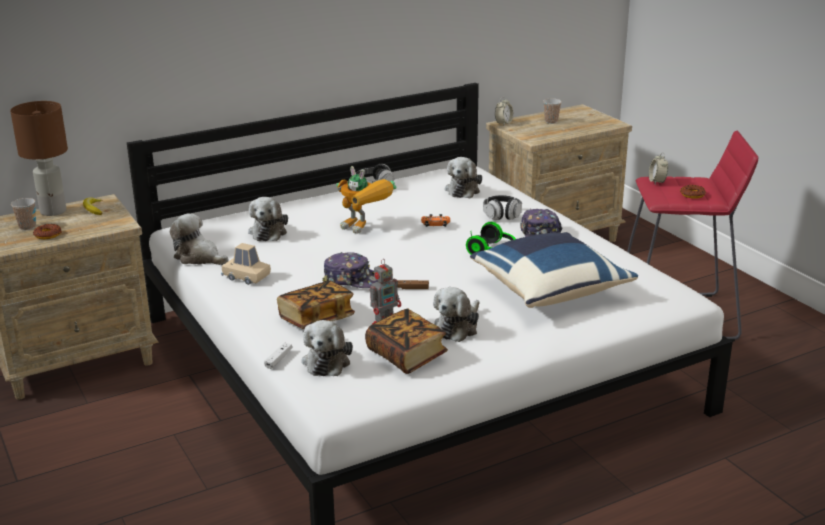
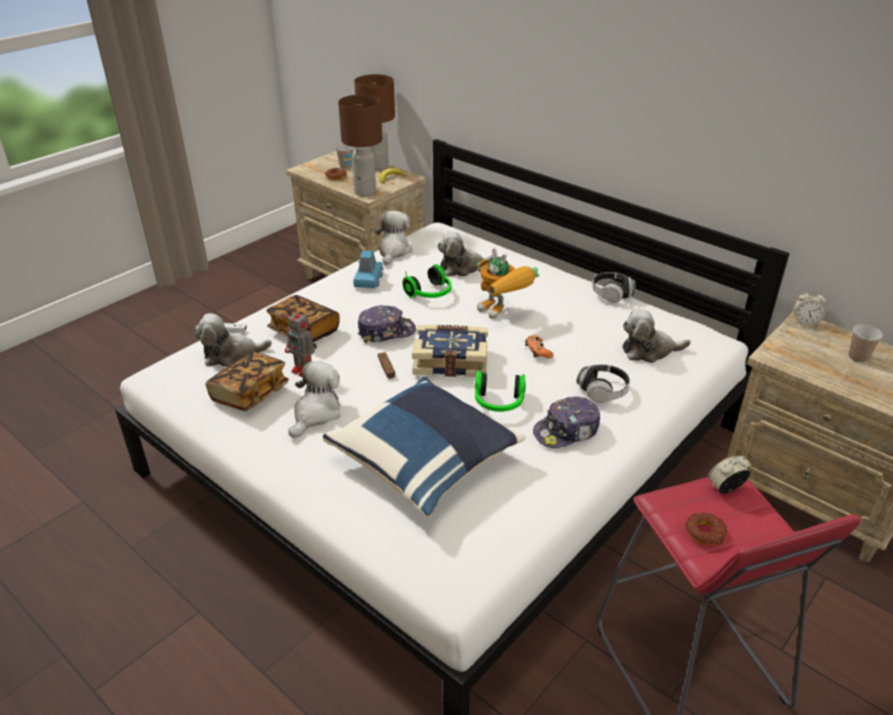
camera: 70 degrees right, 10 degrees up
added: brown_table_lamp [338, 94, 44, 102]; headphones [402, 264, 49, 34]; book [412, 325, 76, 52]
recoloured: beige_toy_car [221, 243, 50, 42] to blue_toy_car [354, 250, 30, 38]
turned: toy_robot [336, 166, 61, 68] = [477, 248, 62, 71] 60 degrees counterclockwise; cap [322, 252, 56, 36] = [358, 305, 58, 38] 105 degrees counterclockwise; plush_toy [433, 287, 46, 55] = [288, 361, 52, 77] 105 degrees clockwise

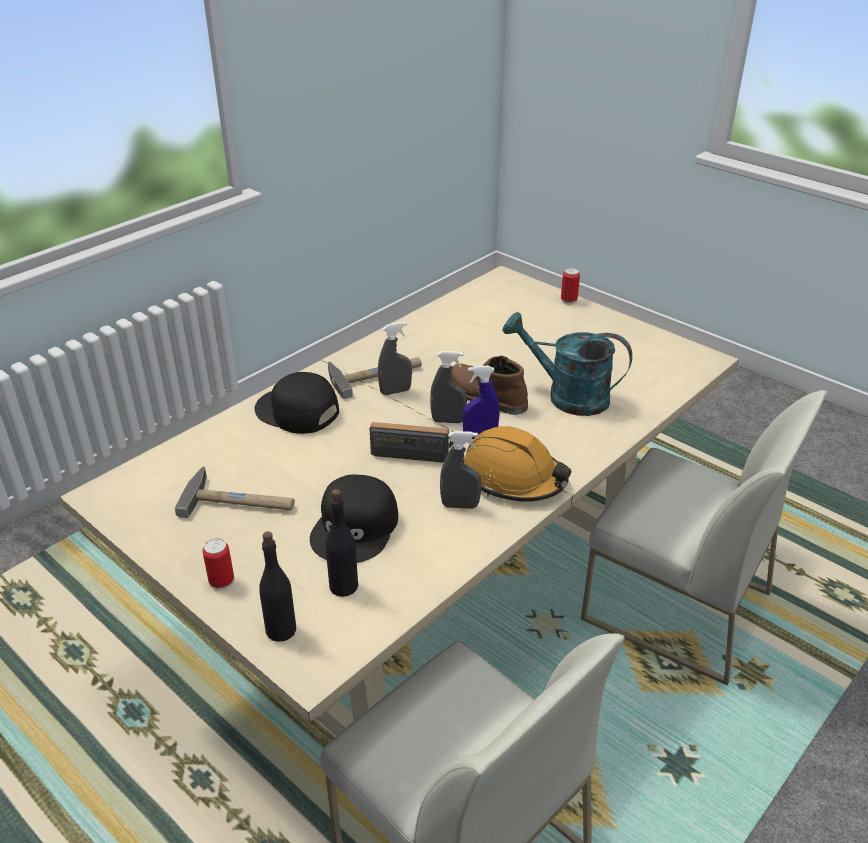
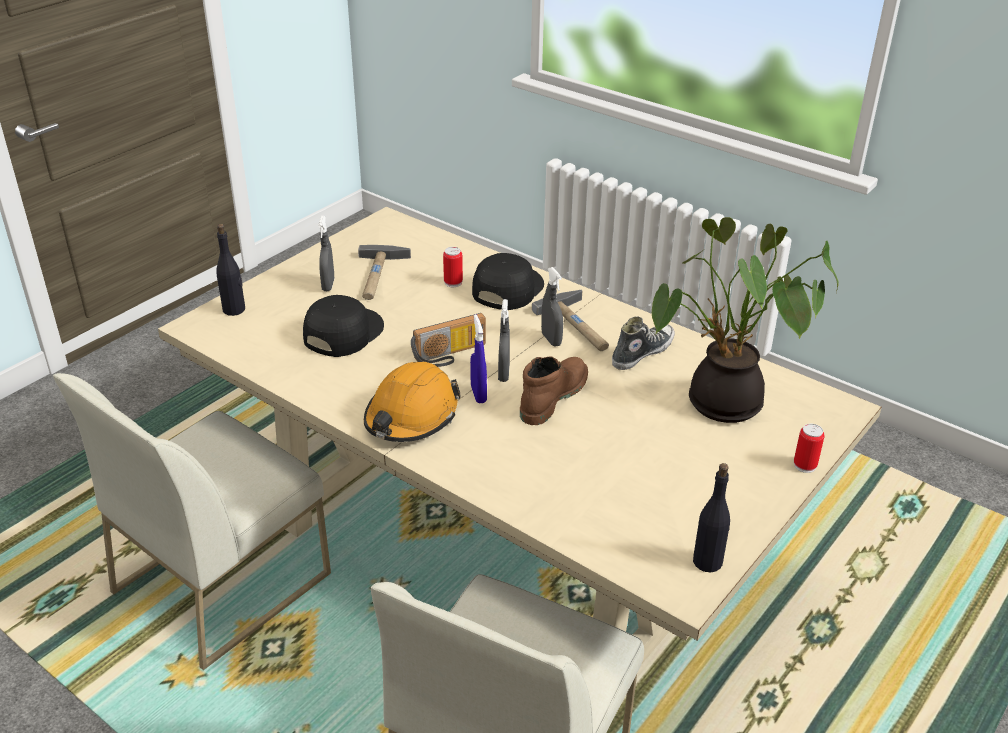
camera: 85 degrees right, 0 degrees up
removed: turquoise_watering_can [502, 312, 130, 104]
added: potted_plant [652, 217, 187, 206]; shoe [612, 316, 63, 54]
moved: grey_spray_bottle [440, 431, 42, 78] to [318, 216, 16, 75]; black_bottle [326, 489, 32, 108] to [693, 463, 37, 109]; can [203, 538, 31, 52] to [443, 247, 20, 40]
turned: radio [370, 422, 84, 41] = [411, 313, 75, 54] 60 degrees clockwise; black_cap [310, 474, 88, 89] = [303, 295, 81, 62] 105 degrees clockwise

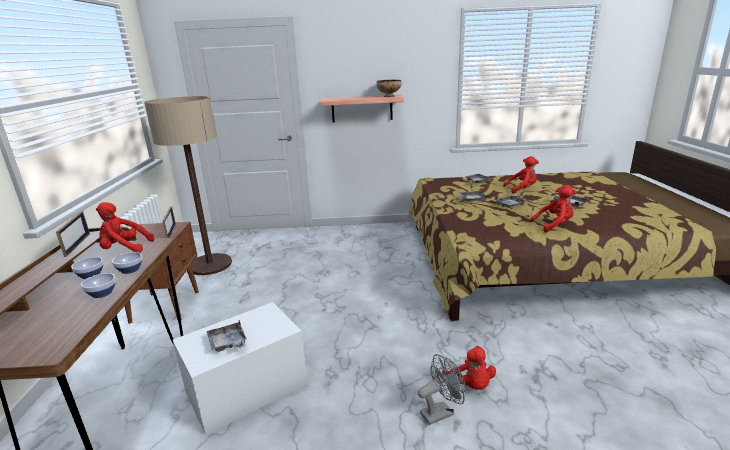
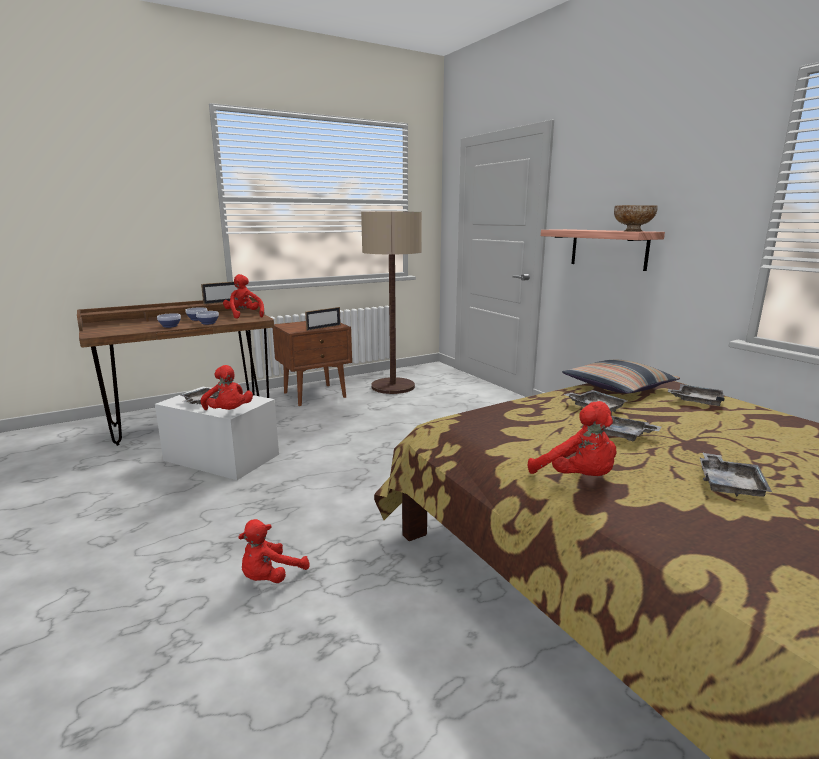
camera: 60 degrees right, 5 degrees down
removed: grey_fan [417, 354, 49, 71]
added: pillow [562, 360, 118, 34]
moved: red_plush_toy [503, 156, 36, 38] to [200, 365, 53, 45]

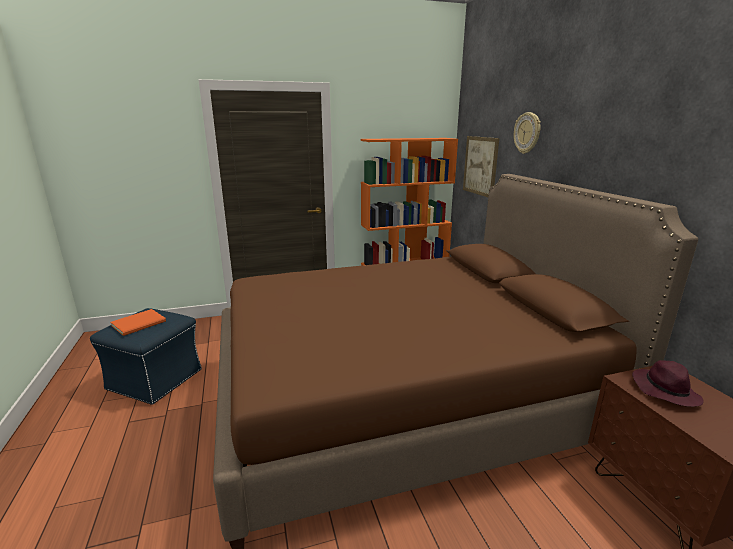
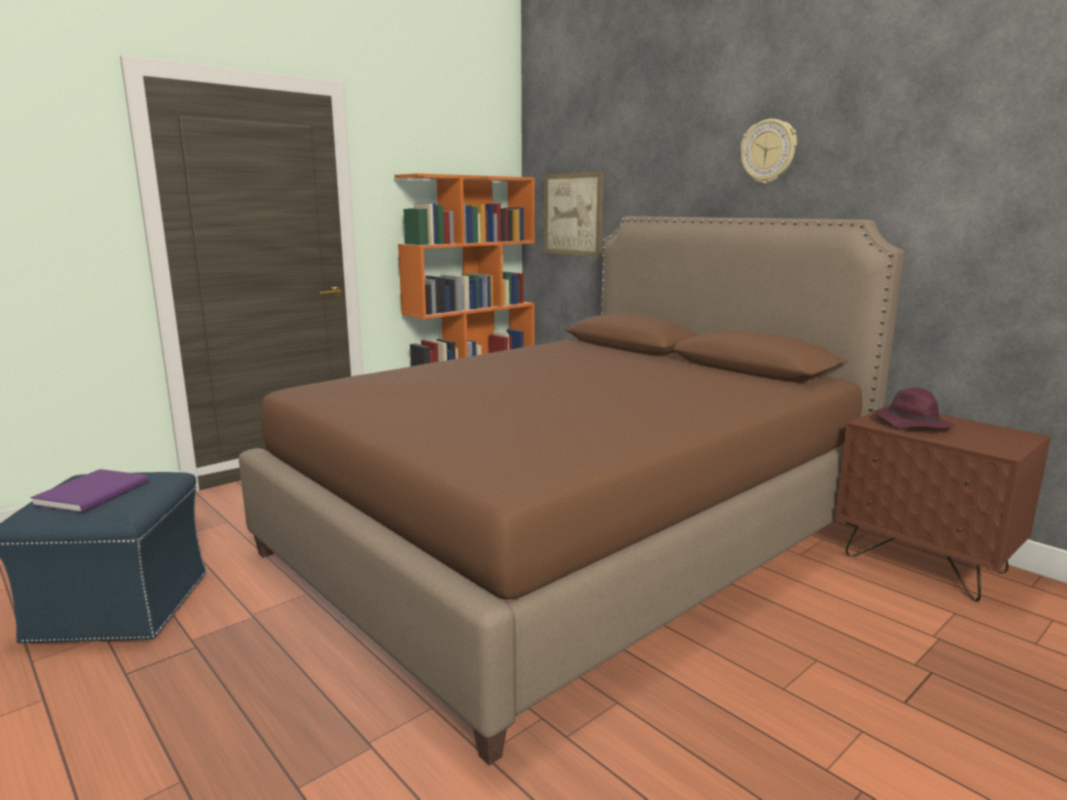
camera: 25 degrees left, 5 degrees down
moved: wall_clock [514, 112, 27, 42] to [740, 119, 57, 65]
recoloured: orange_book [110, 309, 56, 27] to purple_book [30, 469, 118, 44]

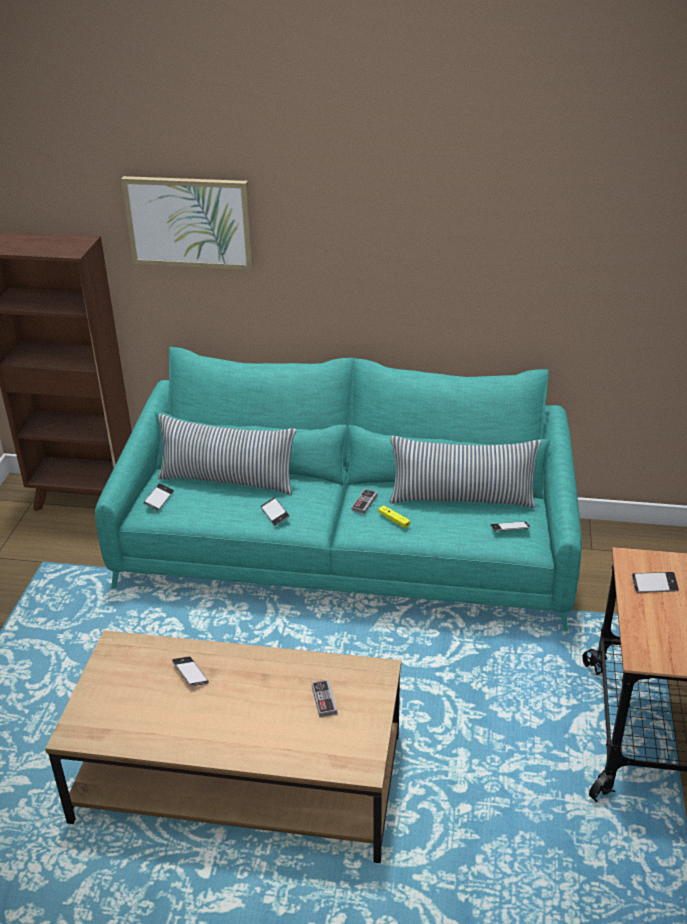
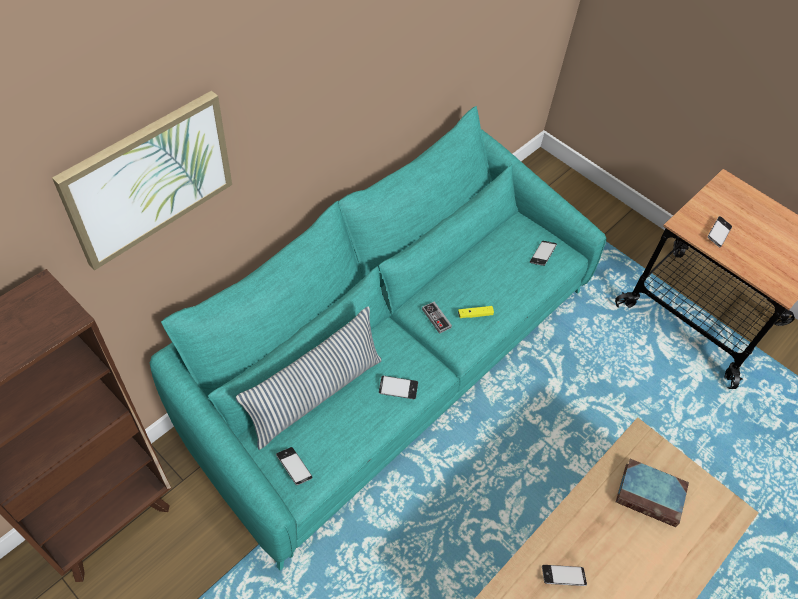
camera: 60 degrees left, 20 degrees up
removed: pillow [390, 436, 151, 72]
replaced: game_controller [312, 680, 25, 37] to book [616, 459, 73, 68]

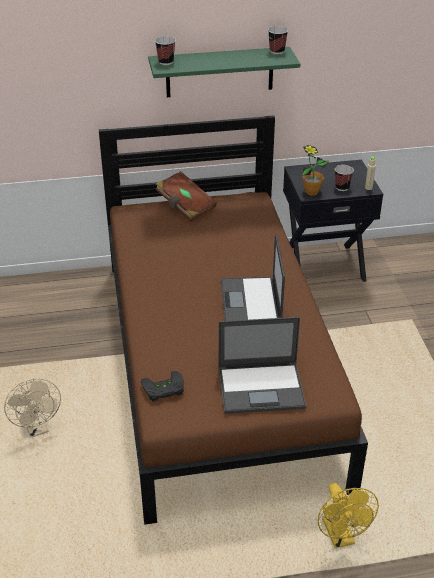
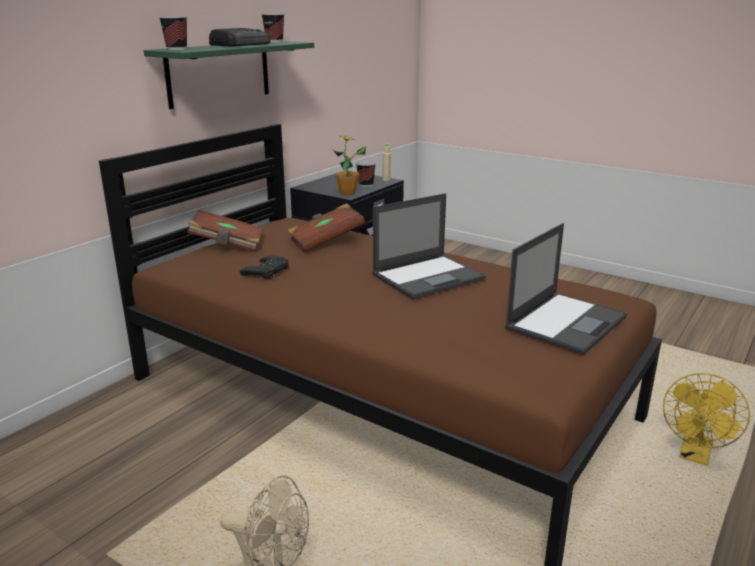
camera: 45 degrees left, 15 degrees down
added: radio [209, 28, 61, 18]; brown_book [287, 203, 78, 49]
moved: black_game_controller [141, 371, 43, 31] to [240, 256, 49, 23]
turned: laptop [221, 233, 64, 88] = [372, 193, 114, 106] 75 degrees counterclockwise; yellow_fan [318, 483, 61, 65] = [663, 373, 87, 93] 90 degrees clockwise

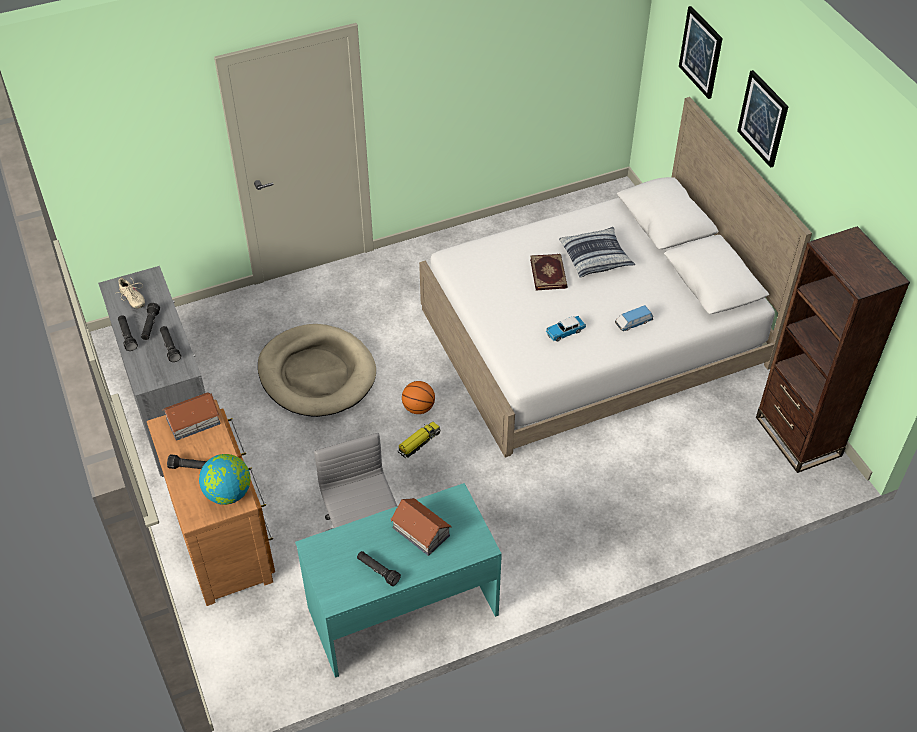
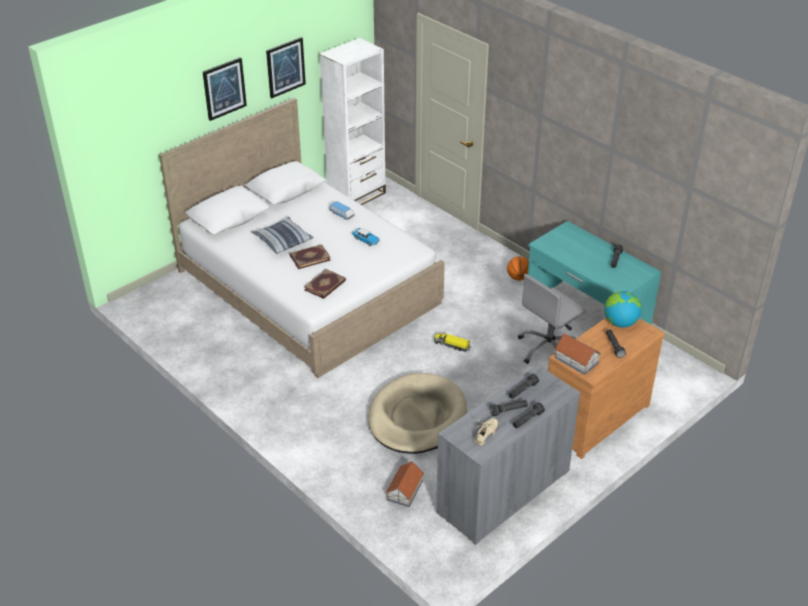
camera: 110 degrees left, 10 degrees down
added: book [304, 269, 42, 30]
moved: picture [679, 6, 44, 93] to [266, 37, 40, 61]; basketball [402, 381, 33, 33] to [507, 256, 22, 25]; toy_house [390, 498, 61, 58] to [386, 461, 38, 46]
recoloured: brown_bookcase [756, 226, 154, 247] to white_bookcase [320, 38, 66, 167]

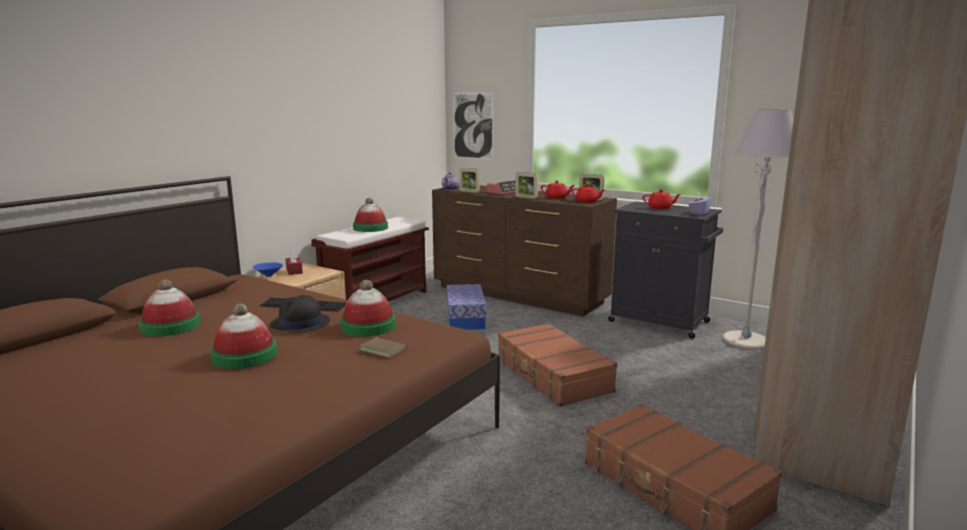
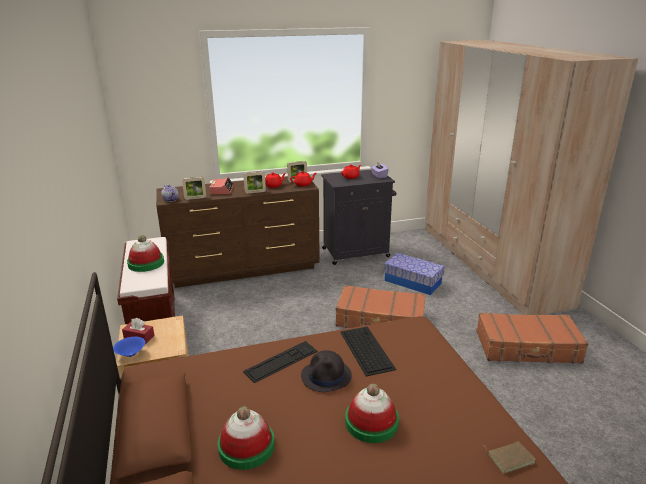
camera: 50 degrees left, 10 degrees up
removed: picture [453, 92, 41, 68]; grey_floor_lamp [723, 109, 70, 241]
moved: storage_box [447, 284, 39, 46] to [384, 253, 61, 42]; brown_book [360, 335, 47, 23] to [484, 441, 51, 33]
replaced: hat [340, 280, 56, 57] to keyboard [340, 327, 56, 49]

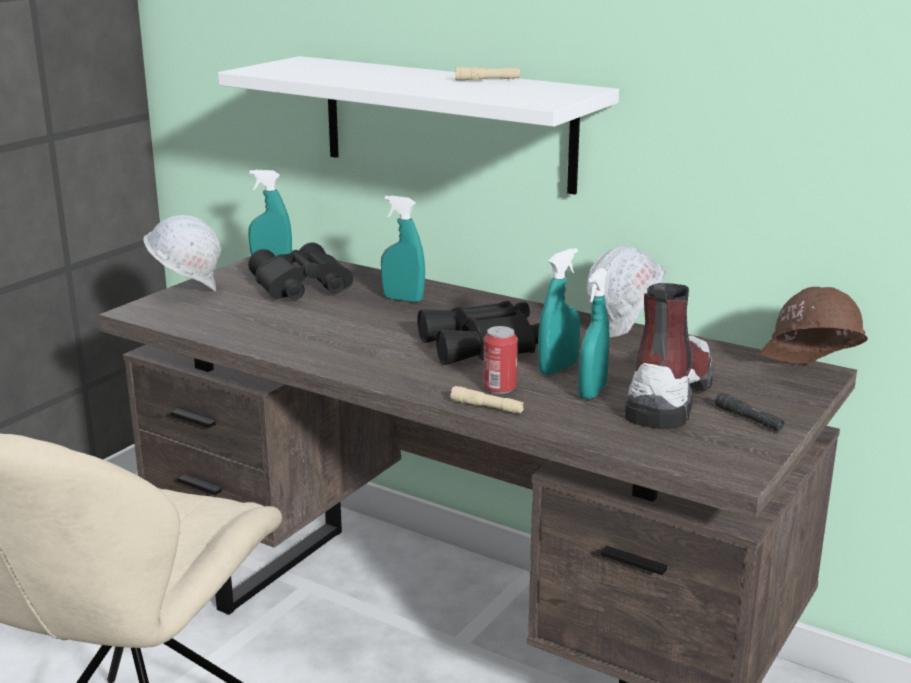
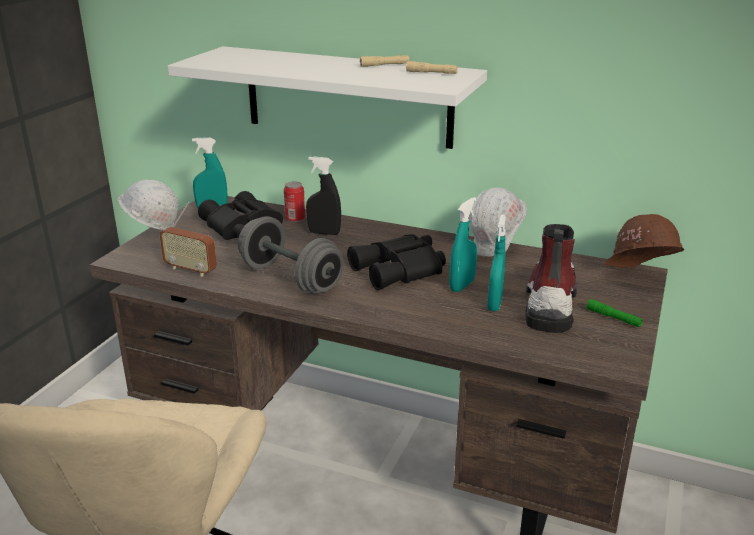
camera: 10 degrees left, 5 degrees up
added: radio [160, 202, 57, 75]; grey_dumbbell [238, 216, 106, 78]
moved: can [483, 326, 35, 68] to [284, 181, 21, 41]; beige_flashlight [450, 386, 74, 27] to [406, 61, 52, 13]
recoloured: turquoise_spray_bottle [381, 195, 44, 107] to black_spray_bottle [306, 156, 35, 79]; black_flashlight [715, 392, 70, 39] to green_flashlight [587, 299, 56, 28]

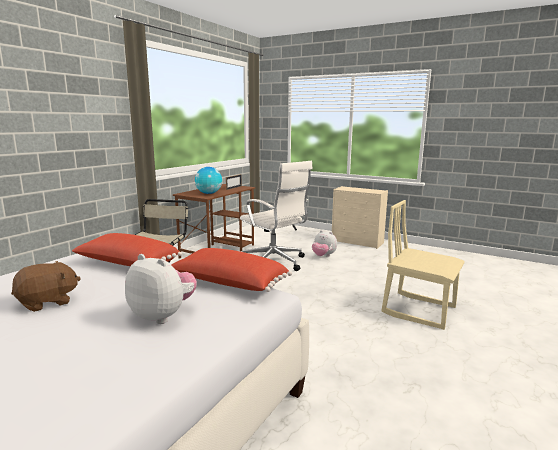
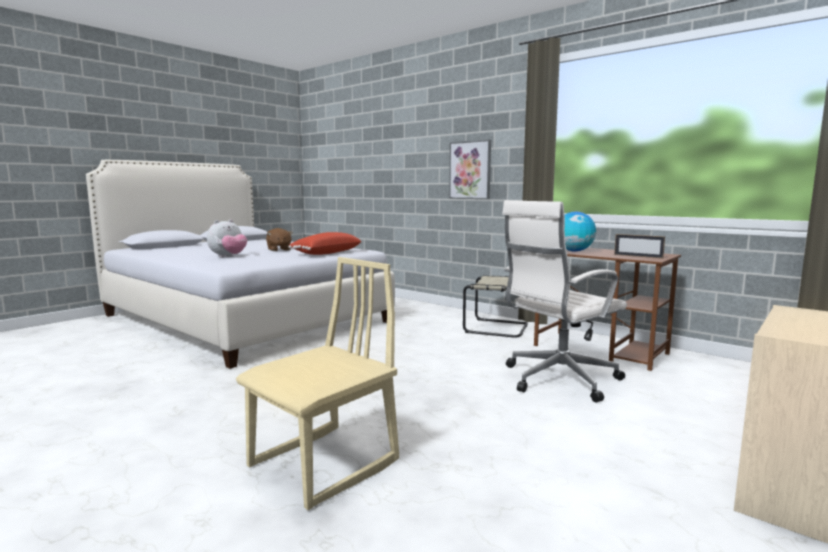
camera: 100 degrees right, 5 degrees down
removed: plush_toy [312, 230, 25, 26]; red_pillow [172, 248, 120, 44]
added: picture [449, 140, 42, 59]

